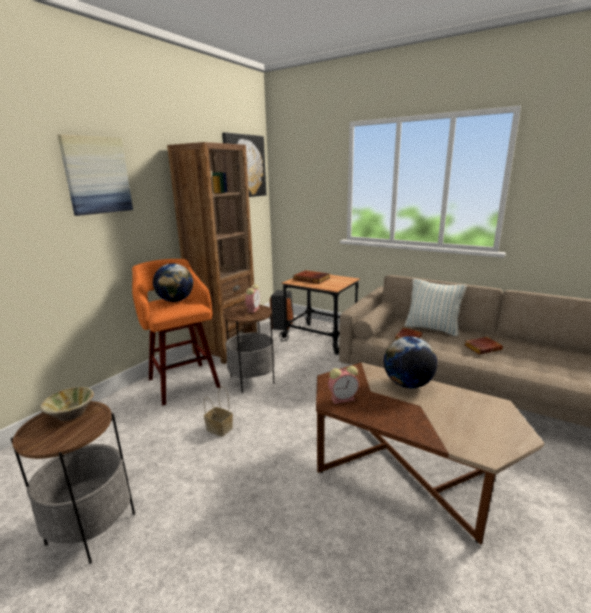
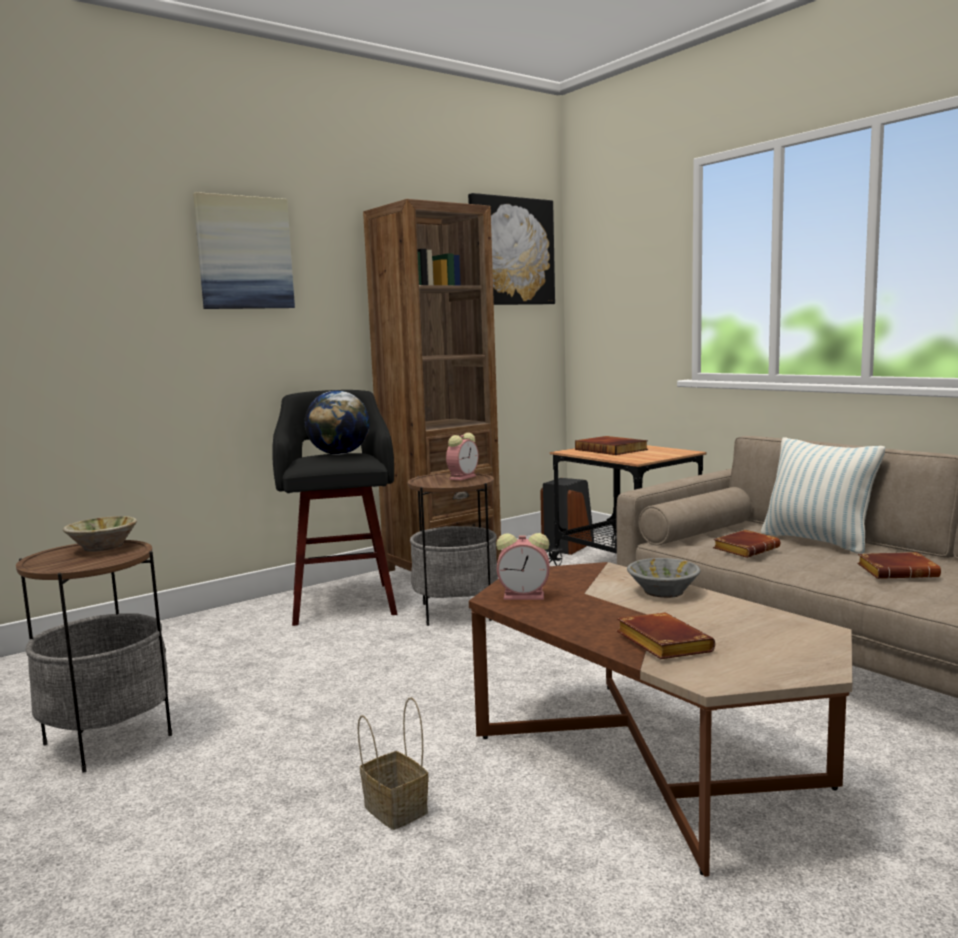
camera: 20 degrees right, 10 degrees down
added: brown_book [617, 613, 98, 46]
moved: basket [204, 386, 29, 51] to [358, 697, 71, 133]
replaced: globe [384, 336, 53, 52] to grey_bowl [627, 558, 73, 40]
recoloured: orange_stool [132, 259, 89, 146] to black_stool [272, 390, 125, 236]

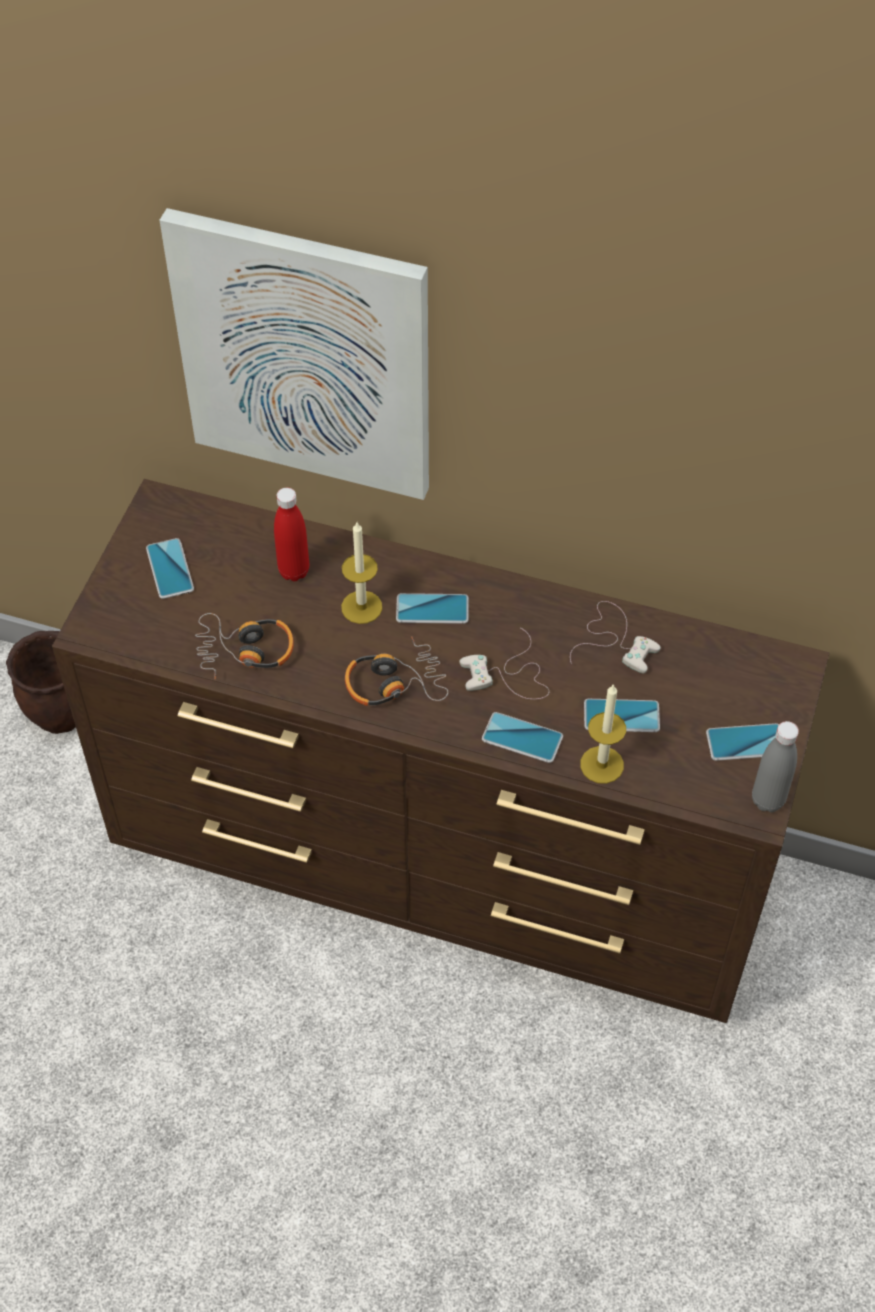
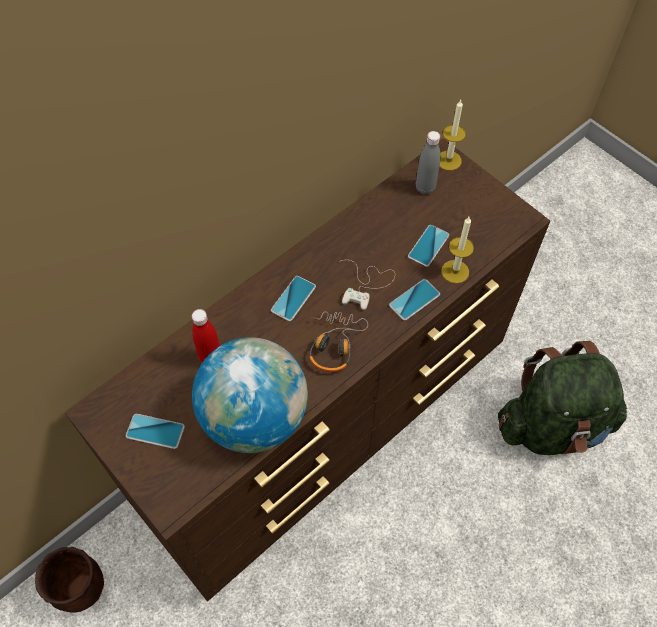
camera: 60 degrees left, 5 degrees up
removed: picture [160, 208, 269, 292]; white_game_controller [570, 601, 91, 72]; phone [706, 723, 73, 38]
added: green_backpack [498, 341, 129, 114]
moved: candle [341, 522, 41, 102] to [440, 100, 25, 71]; grey_bottle [752, 721, 47, 91] to [416, 131, 25, 64]
replaced: headphones [195, 613, 99, 67] to globe [192, 337, 116, 116]

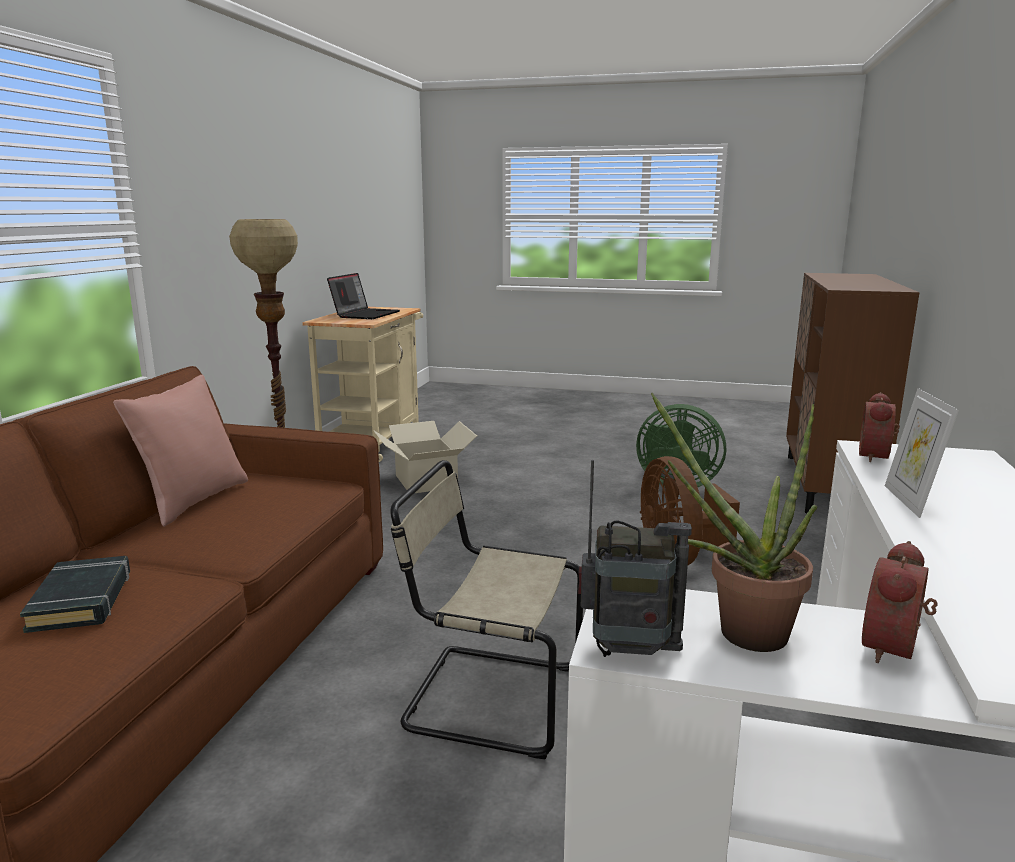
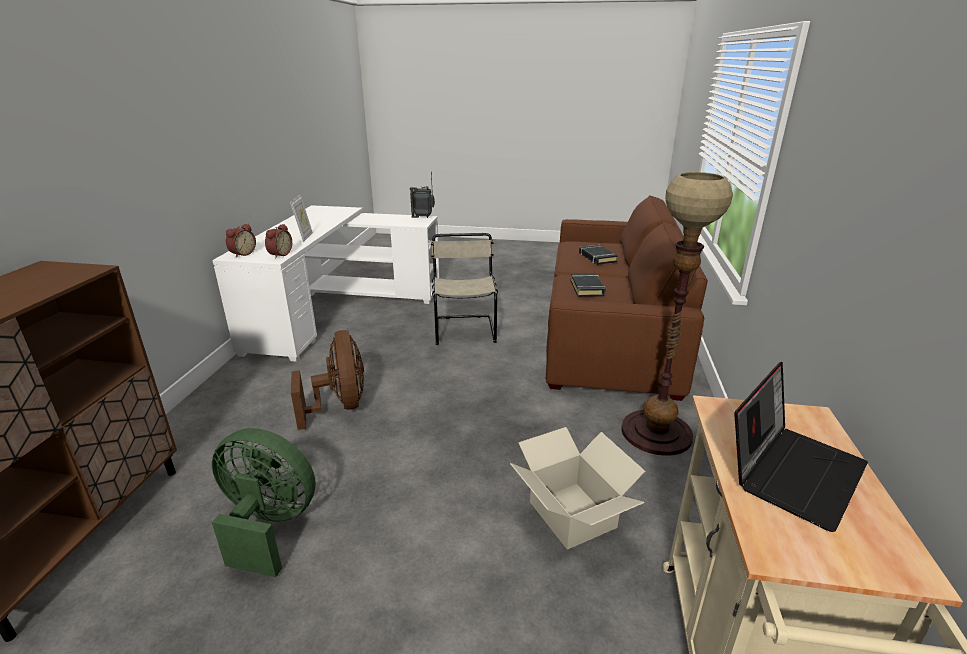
camera: 175 degrees right, 10 degrees up
removed: pink_pillow [113, 375, 135, 152]; potted_plant [651, 393, 166, 259]
added: black_book [570, 273, 36, 24]
moved: alarm_clock [862, 541, 76, 122] to [226, 224, 30, 34]
turned: laptop [327, 273, 73, 46] = [734, 362, 134, 170] 150 degrees counterclockwise; beige_chair [390, 460, 193, 299] = [431, 233, 67, 112] 105 degrees counterclockwise

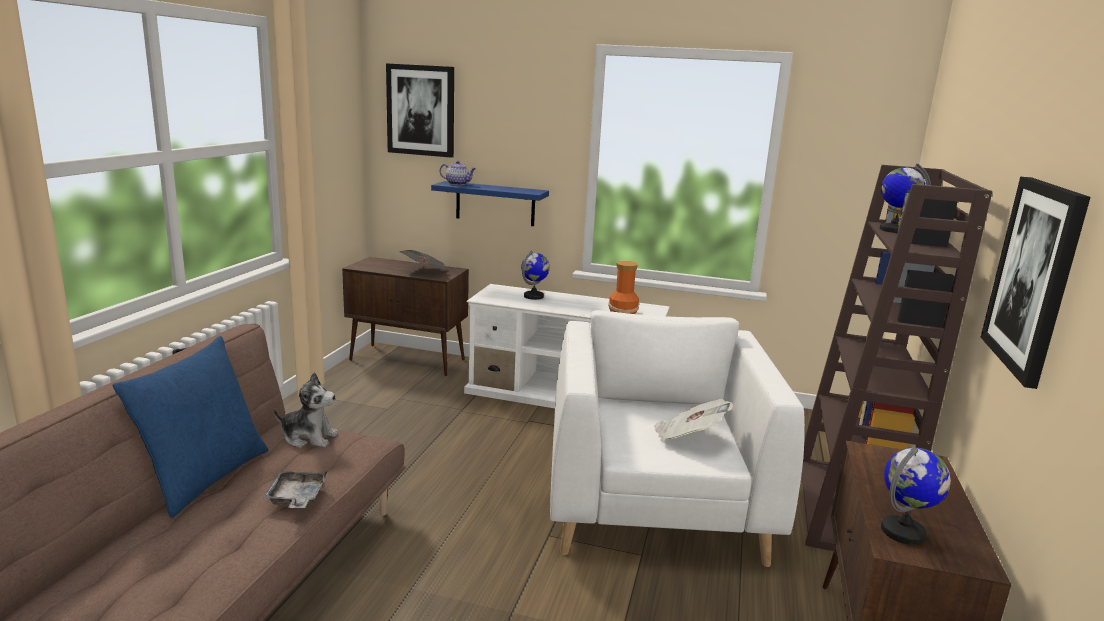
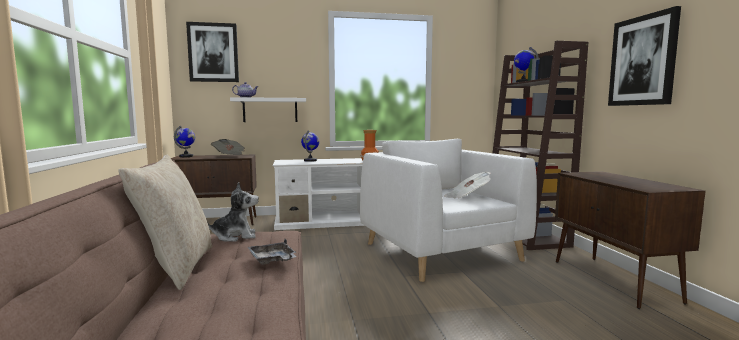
camera: 25 degrees left, 10 degrees down
moved: globe [881, 446, 70, 99] to [174, 126, 21, 31]
recoloured: blue_shelf [431, 181, 118, 45] to white_shelf [230, 97, 76, 25]; blue_pillow [112, 336, 157, 182] to beige_pillow [118, 155, 94, 135]

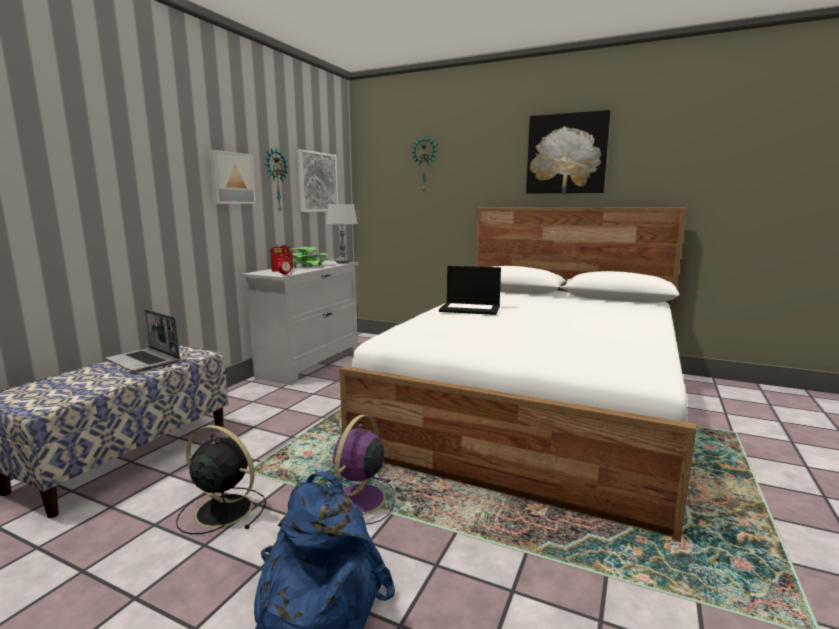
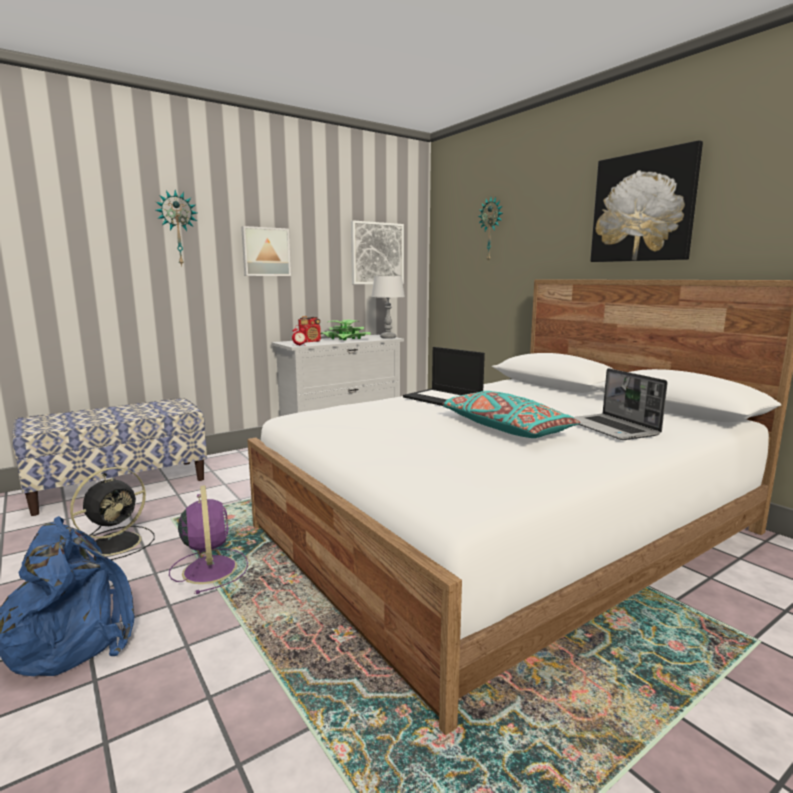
camera: 30 degrees right, 0 degrees up
added: turquoise_pillow [442, 391, 139, 47]
moved: wall_clock [265, 148, 23, 63] to [156, 190, 41, 77]; laptop [105, 310, 75, 62] to [574, 368, 93, 72]
turned: purple_fan [333, 415, 62, 109] = [169, 485, 79, 109] 105 degrees clockwise; black_fan [176, 425, 90, 109] = [70, 467, 85, 93] 75 degrees clockwise

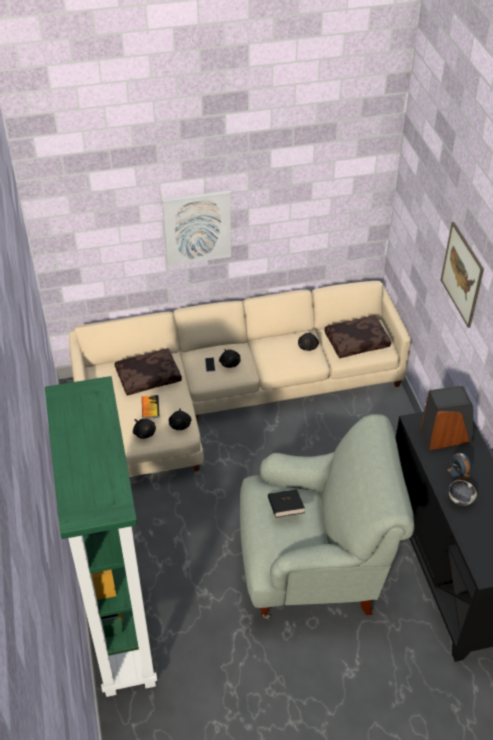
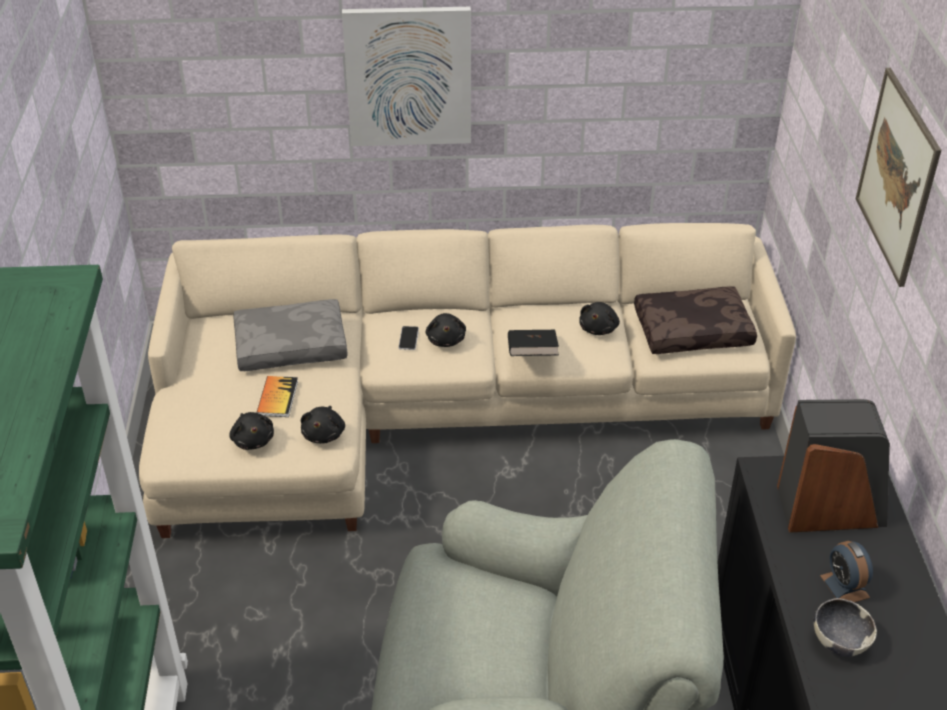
camera: 10 degrees right, 5 degrees down
moved: black_book [268, 489, 37, 29] to [508, 330, 51, 26]
recoloured: brown_pillow [115, 348, 67, 47] to grey_pillow [234, 299, 114, 72]

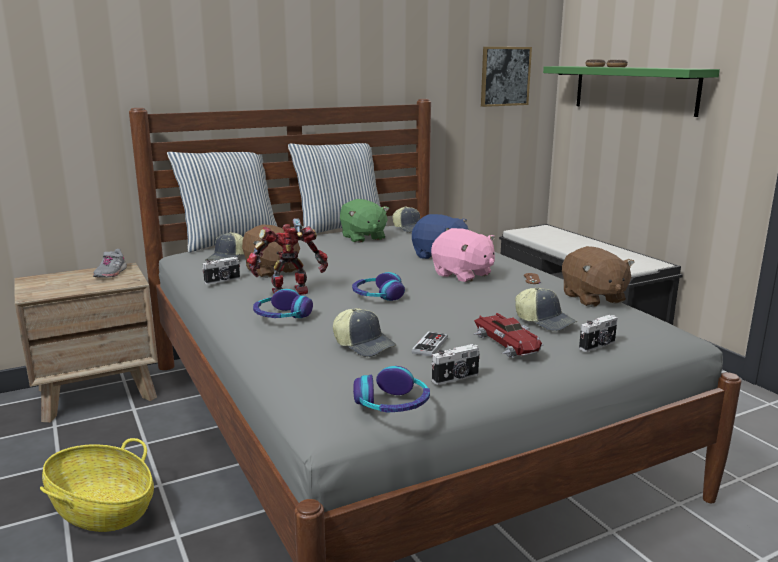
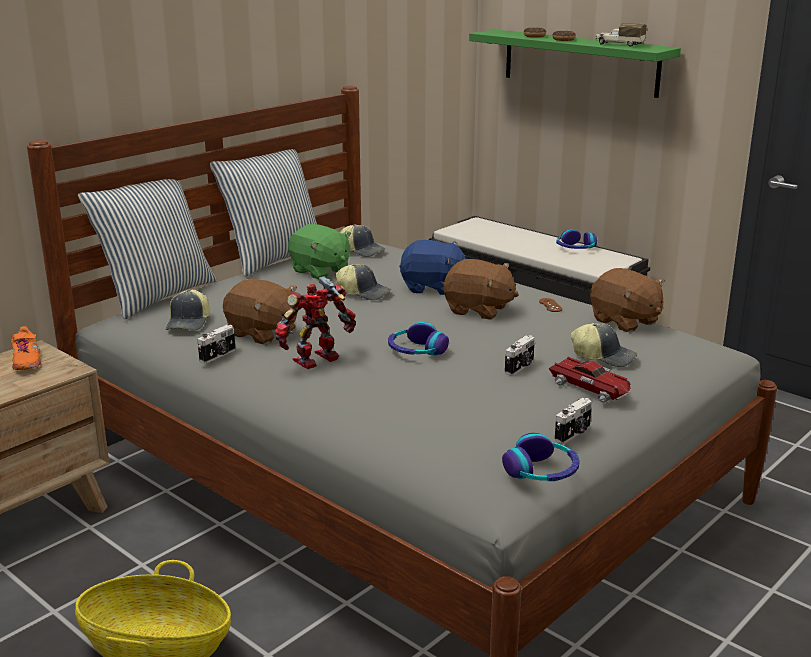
camera: 20 degrees left, 5 degrees up
removed: picture [481, 47, 51, 60]; game_controller [412, 331, 36, 26]
added: toy_truck [595, 23, 52, 24]
moved: headphones [253, 289, 60, 29] to [556, 230, 41, 19]; cap [333, 308, 63, 49] to [335, 264, 56, 36]; photo_camera [579, 315, 39, 37] to [505, 335, 30, 41]
recoloured: pink_plush_toy [431, 228, 64, 55] to brown_plush_toy [444, 259, 75, 61]; grey_shoe [93, 249, 34, 29] to orange_shoe [11, 326, 30, 44]

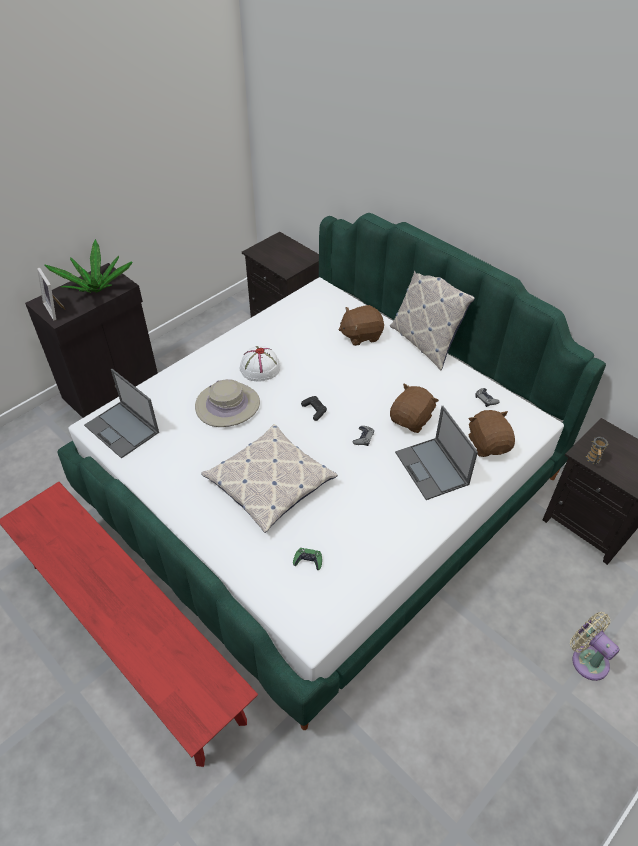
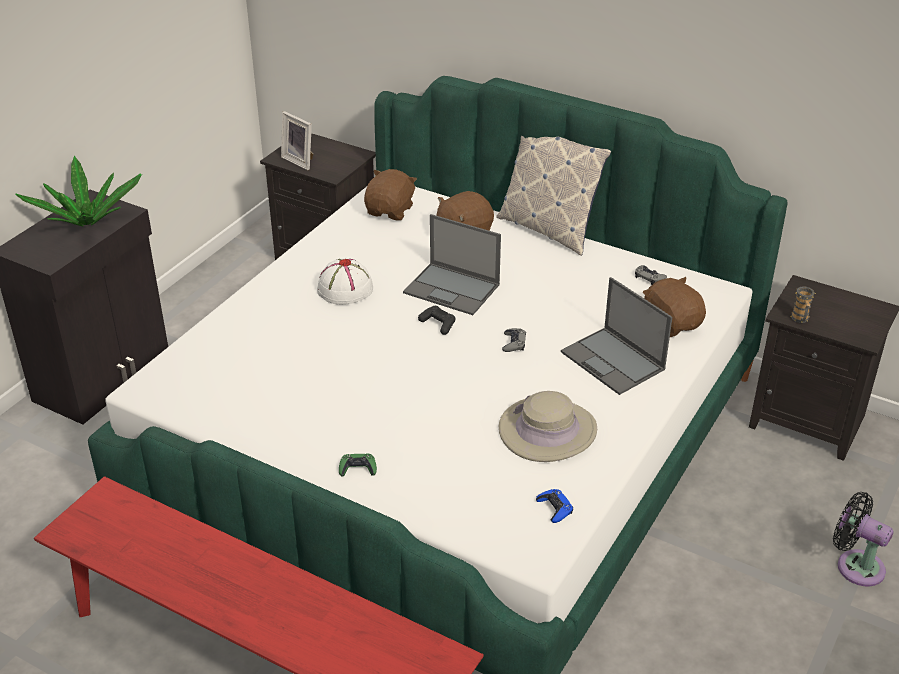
camera: 15 degrees left, 10 degrees down
removed: pillow [201, 424, 137, 109]
added: blue_game_controller [536, 489, 37, 34]
moved: picture_frame [37, 268, 28, 53] to [281, 111, 32, 59]; laptop [84, 369, 75, 90] to [403, 214, 98, 101]; beige_hat [195, 379, 65, 48] to [499, 391, 98, 71]; brown_plush_toy [390, 384, 49, 49] to [364, 169, 53, 52]; green_game_controller [293, 548, 29, 22] to [339, 453, 38, 24]
recoloured: beige_fan [570, 612, 50, 69] to black_fan [833, 492, 61, 95]

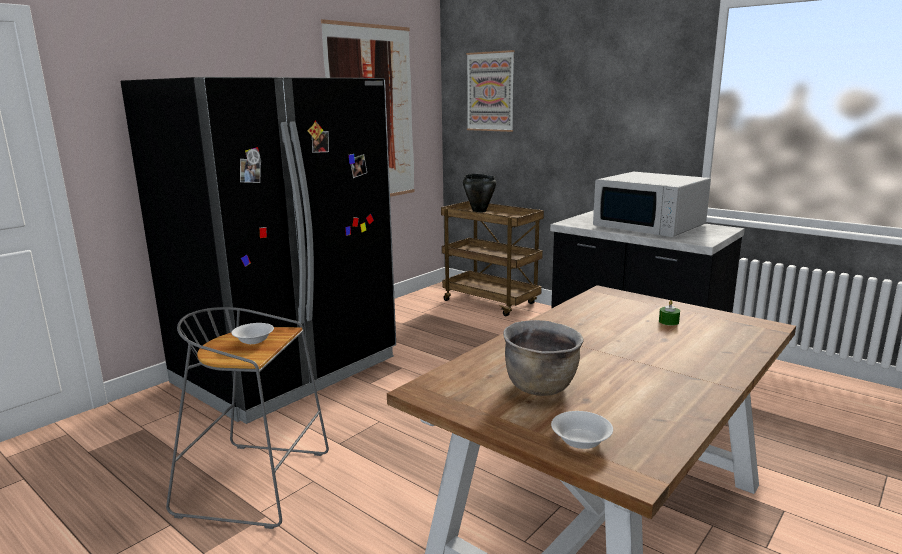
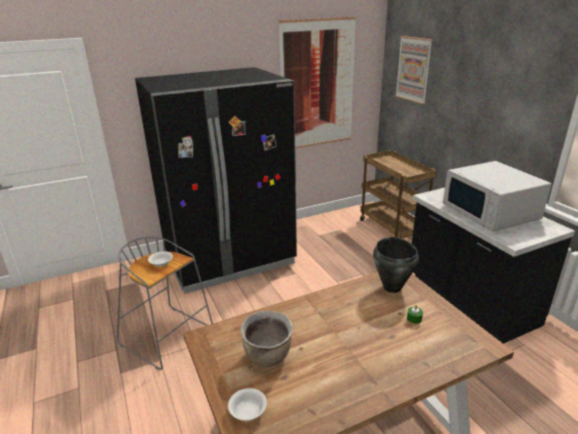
camera: 25 degrees right, 10 degrees up
moved: black_cooking_pot [463, 174, 33, 39] to [373, 237, 46, 56]

